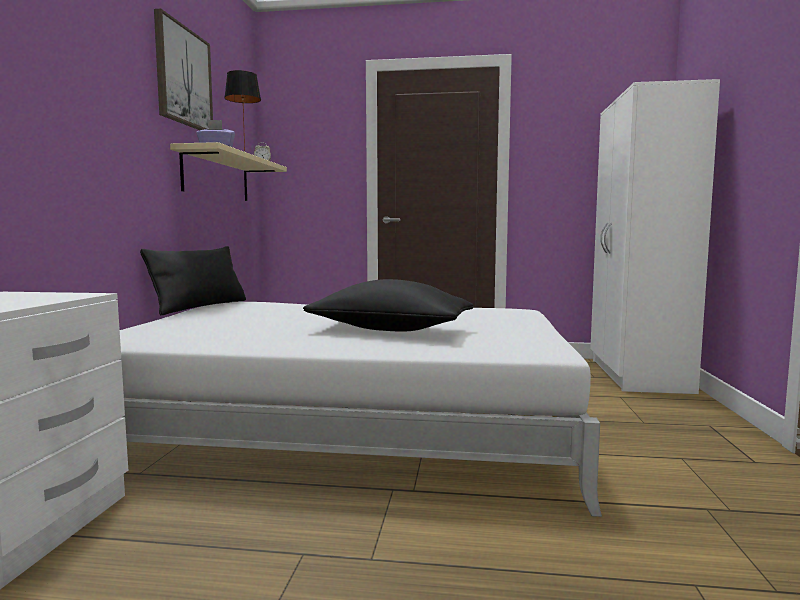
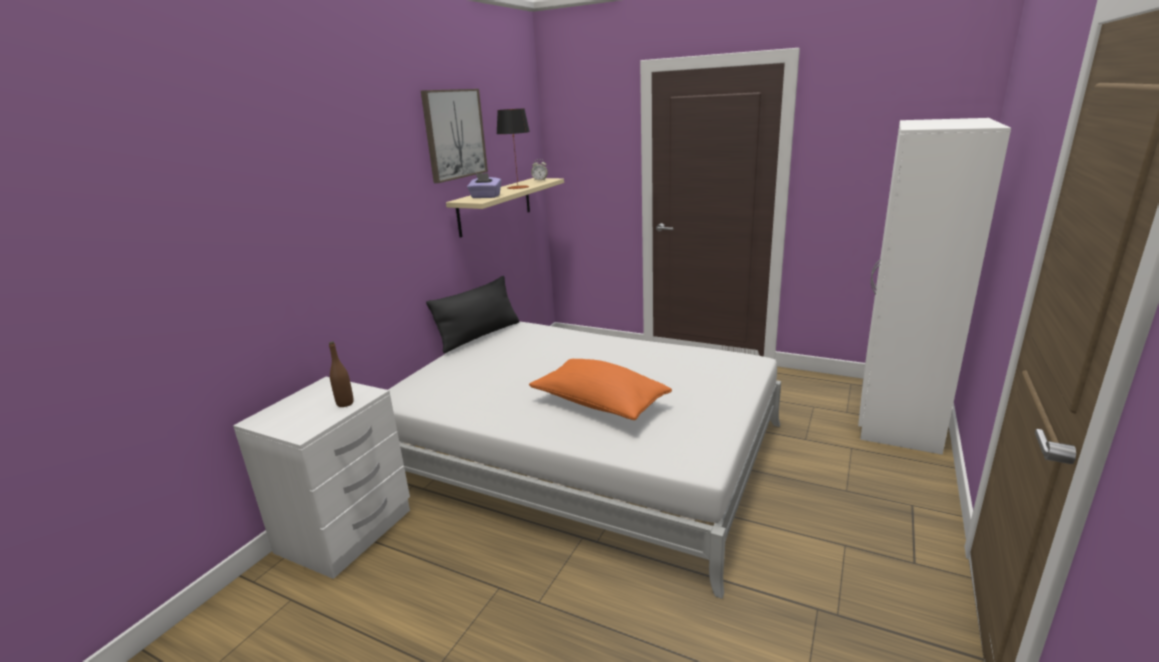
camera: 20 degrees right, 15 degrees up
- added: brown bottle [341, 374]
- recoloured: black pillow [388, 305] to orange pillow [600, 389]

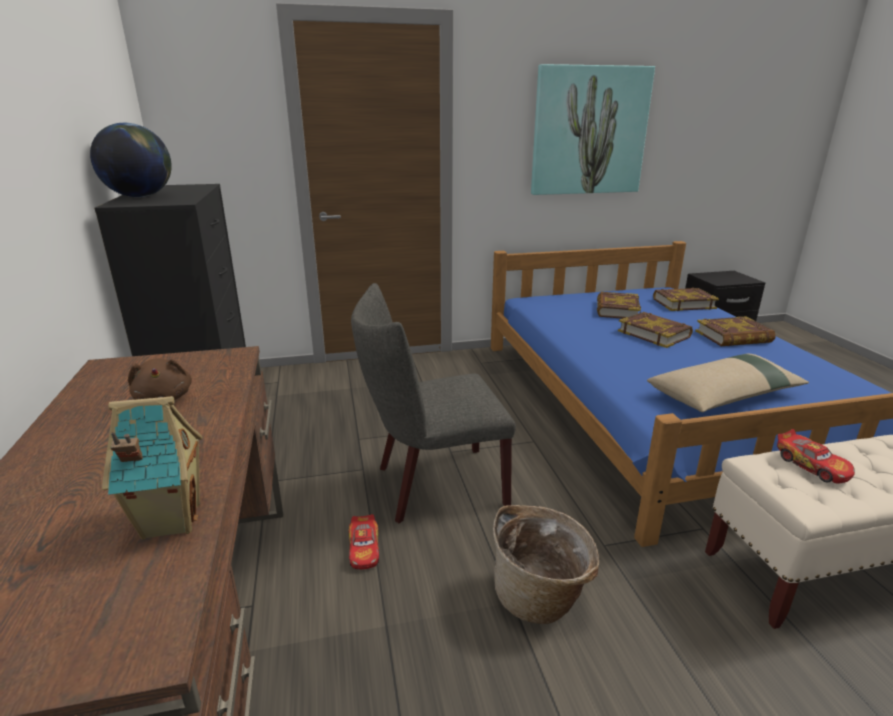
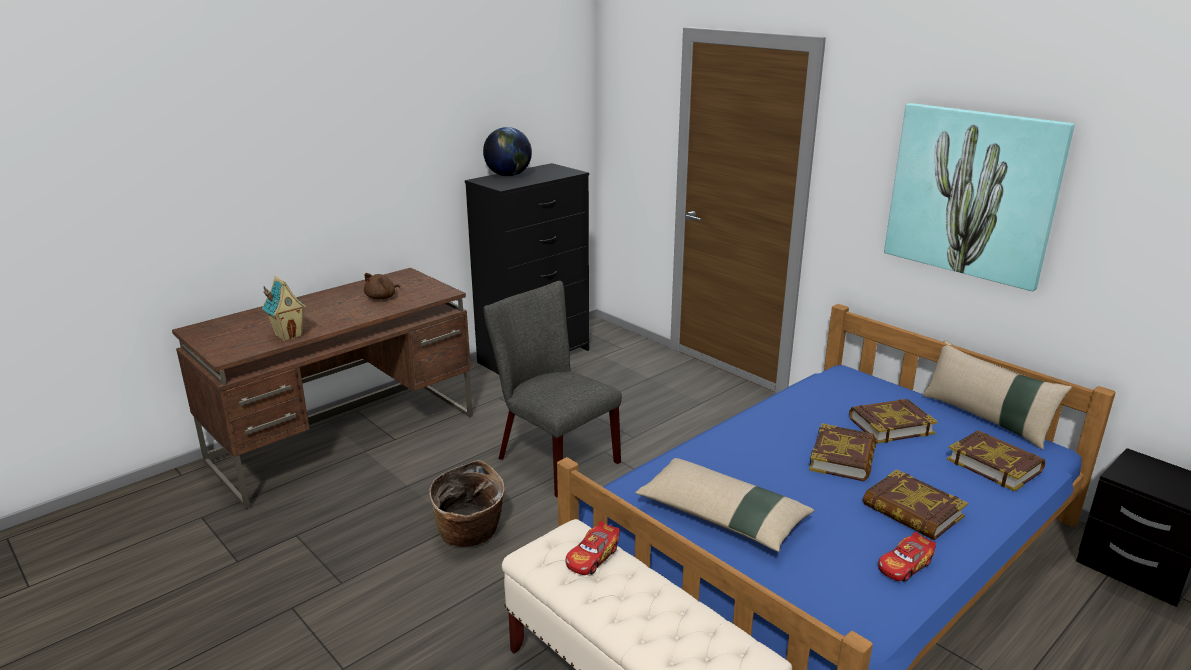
camera: 60 degrees right, 0 degrees up
- moved: toy car [363, 541] to [907, 557]
- added: beige pillow [997, 394]

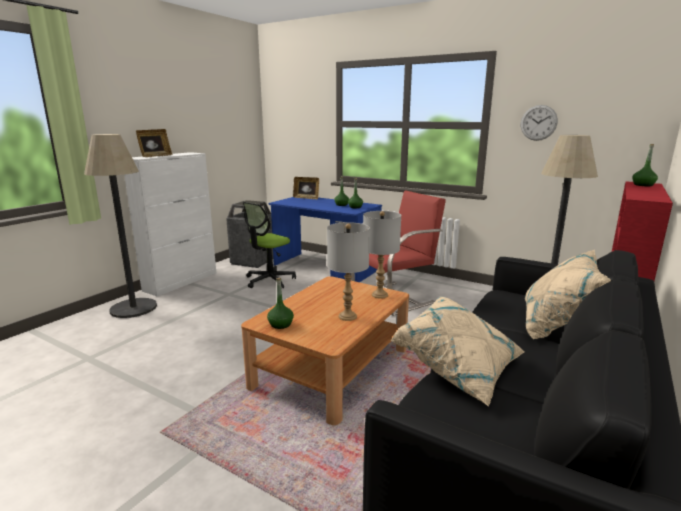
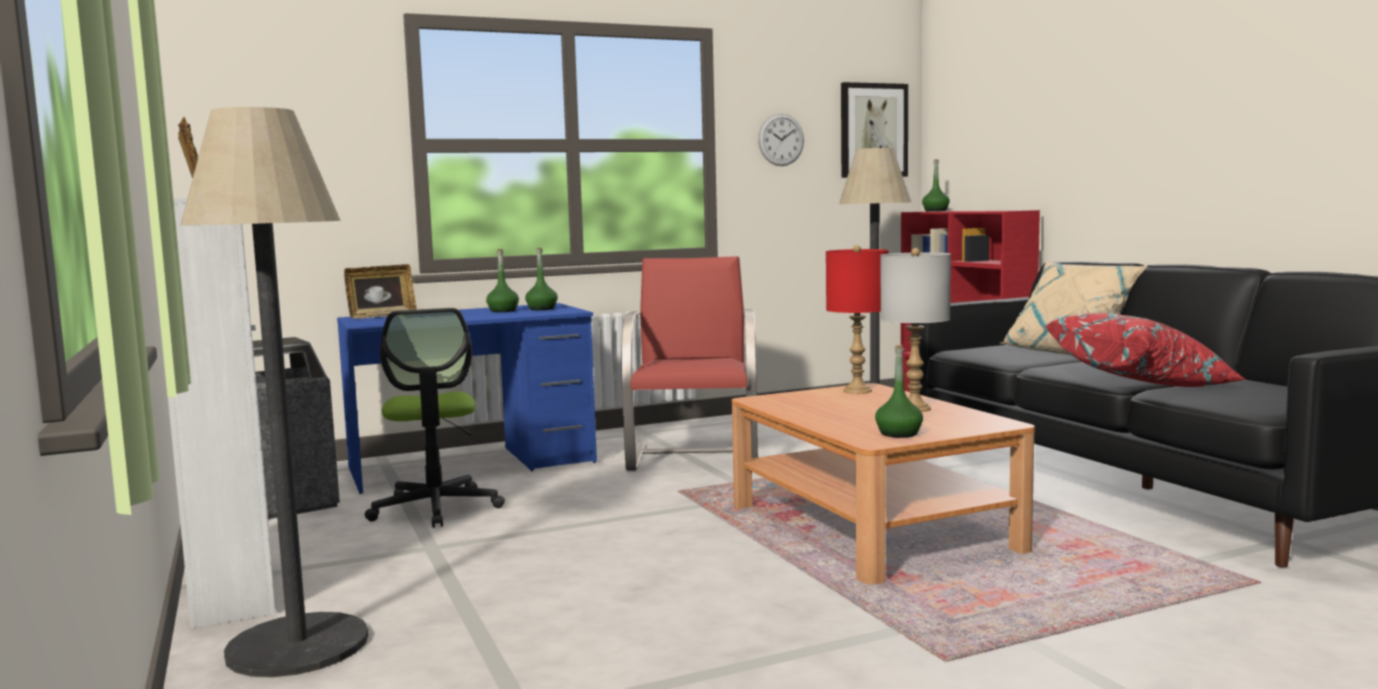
camera: 55 degrees left, 10 degrees down
- recoloured: grey table lamp [382, 255] to red table lamp [857, 319]
- added: picture [874, 130]
- recoloured: beige pillow [458, 351] to red pillow [1146, 350]

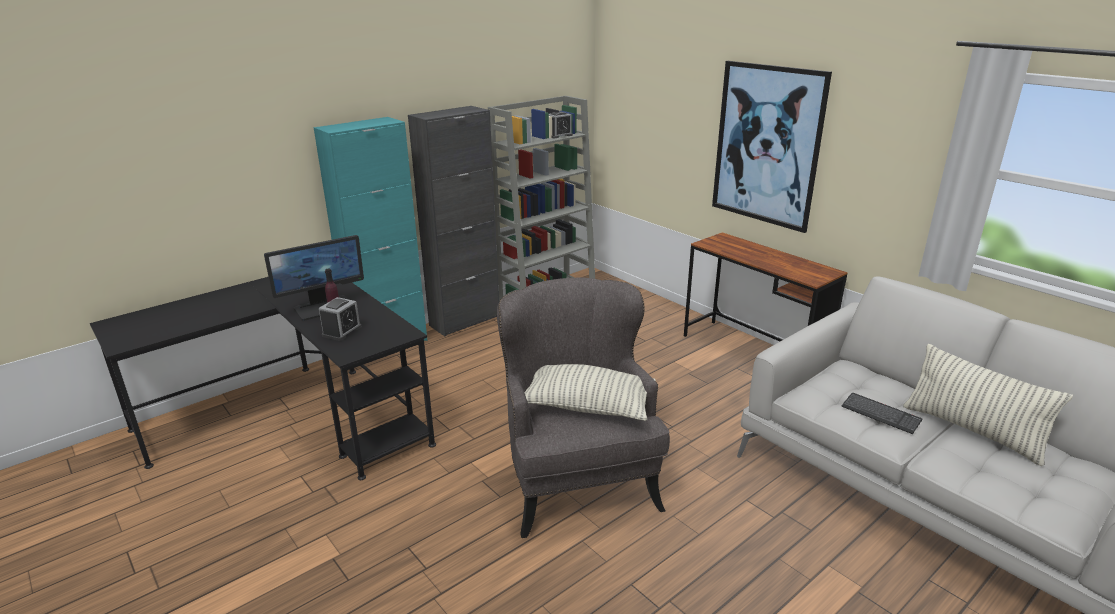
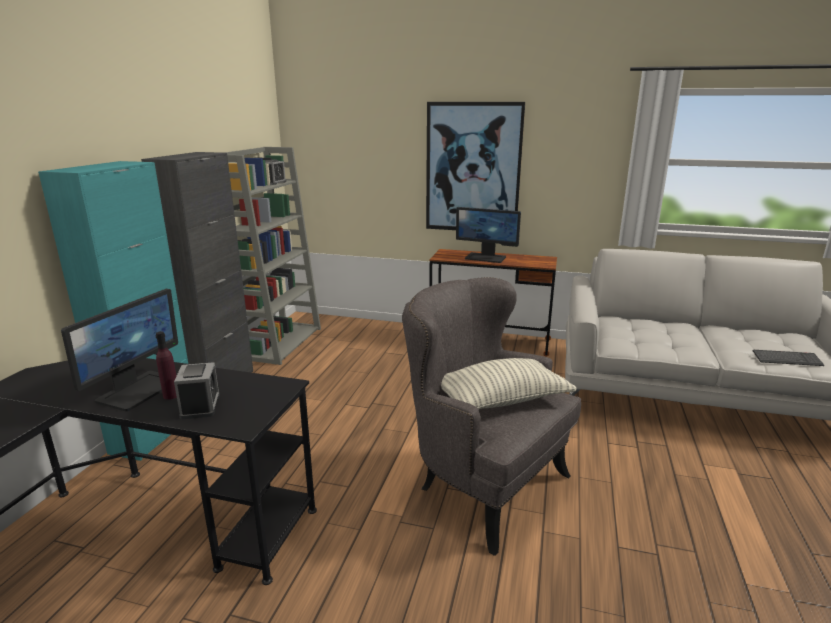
camera: 35 degrees left, 5 degrees down
- added: monitor [488, 235]
- moved: keyboard [882, 413] to [788, 358]
- removed: pillow [988, 405]

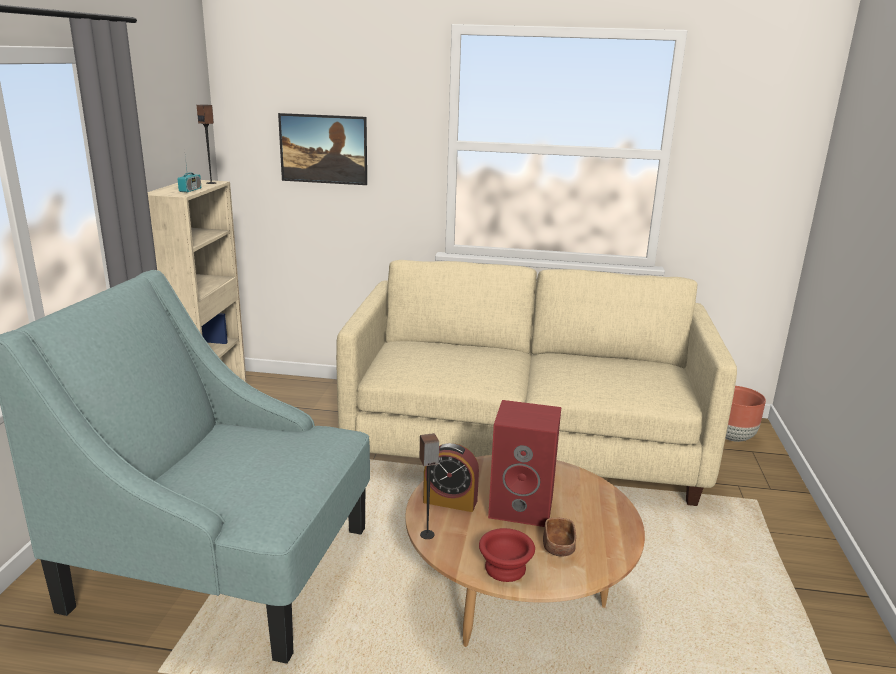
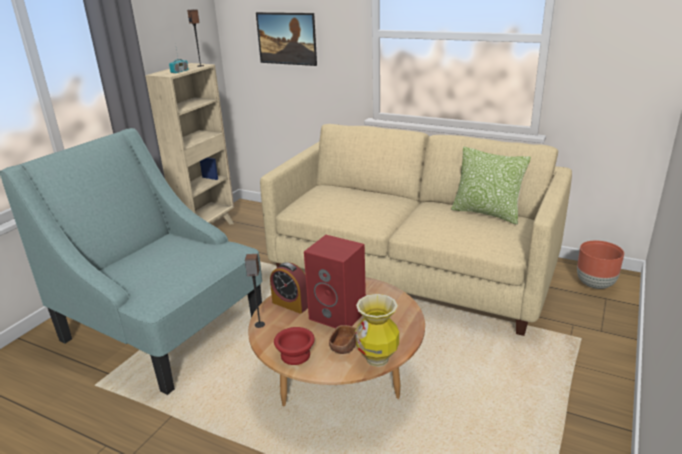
camera: 20 degrees right, 5 degrees up
- added: vase [377, 330]
- added: pillow [491, 185]

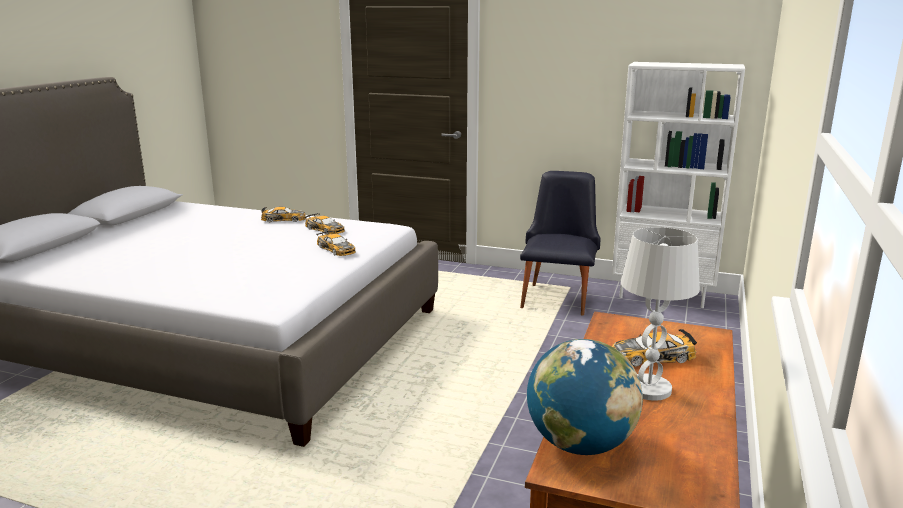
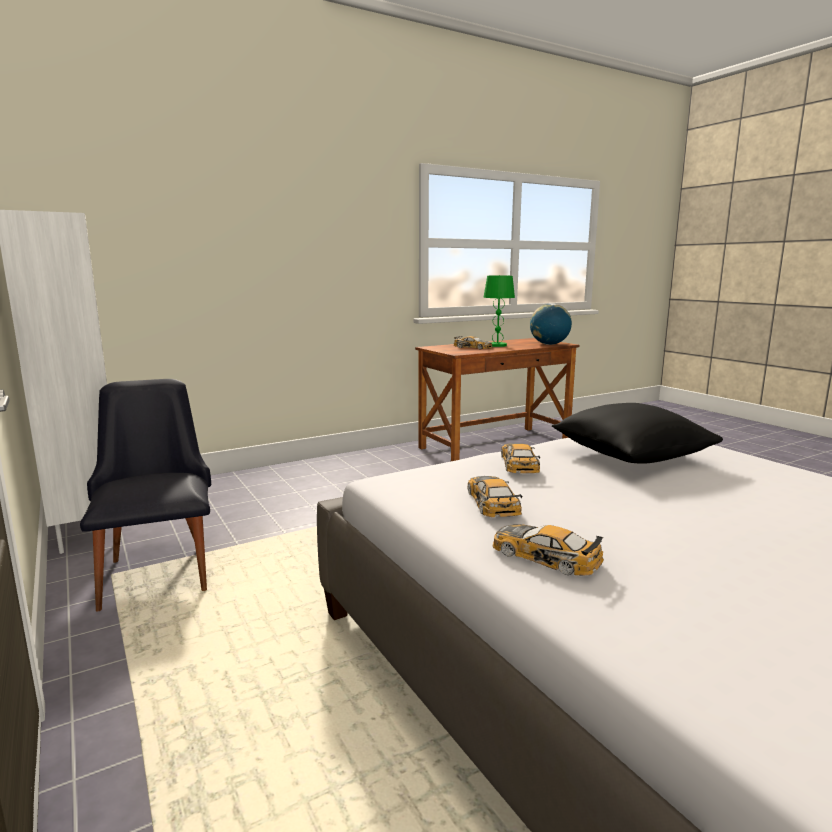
camera: 140 degrees left, 5 degrees down
- turned: black chair [560, 243] = [145, 495] 105 degrees clockwise
- recoloured: white table lamp [660, 314] to green table lamp [499, 311]
- added: black pillow [637, 433]

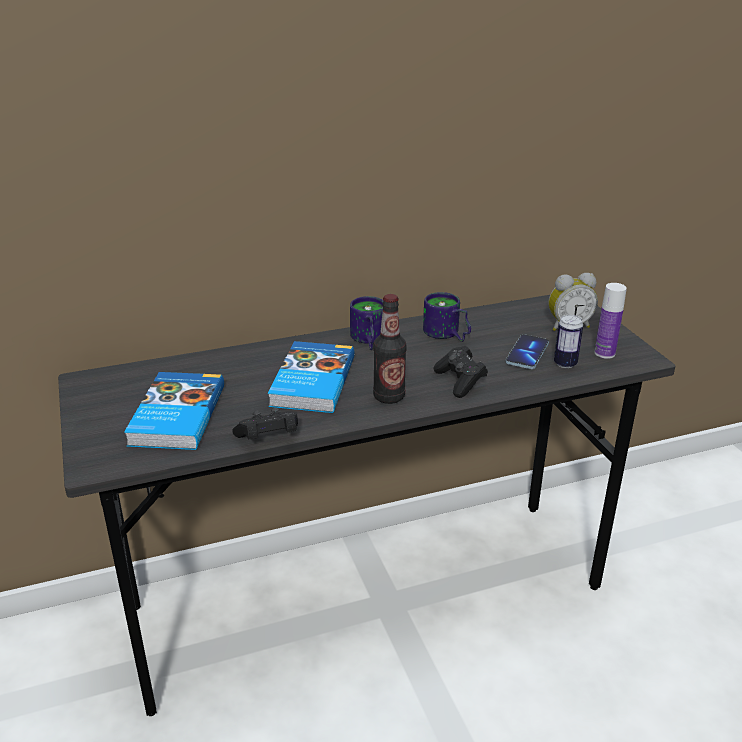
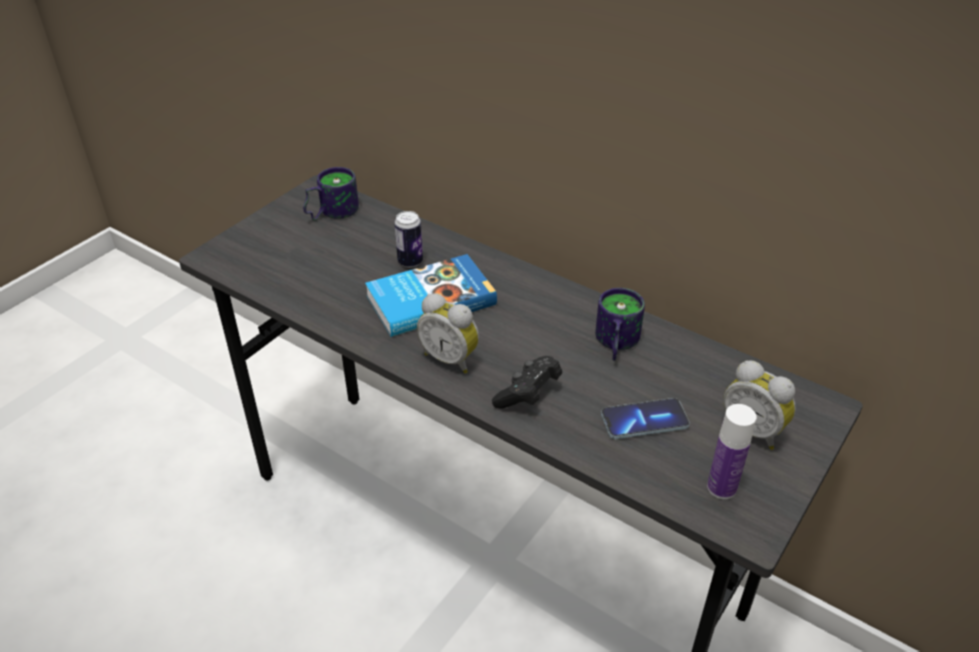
camera: 55 degrees right, 10 degrees up
- moved: mug [367, 323] to [331, 194]
- moved: can [568, 341] to [408, 239]
- replaced: bottle [390, 349] to alarm clock [448, 333]
- removed: book [174, 411]
- removed: black game controller [265, 423]

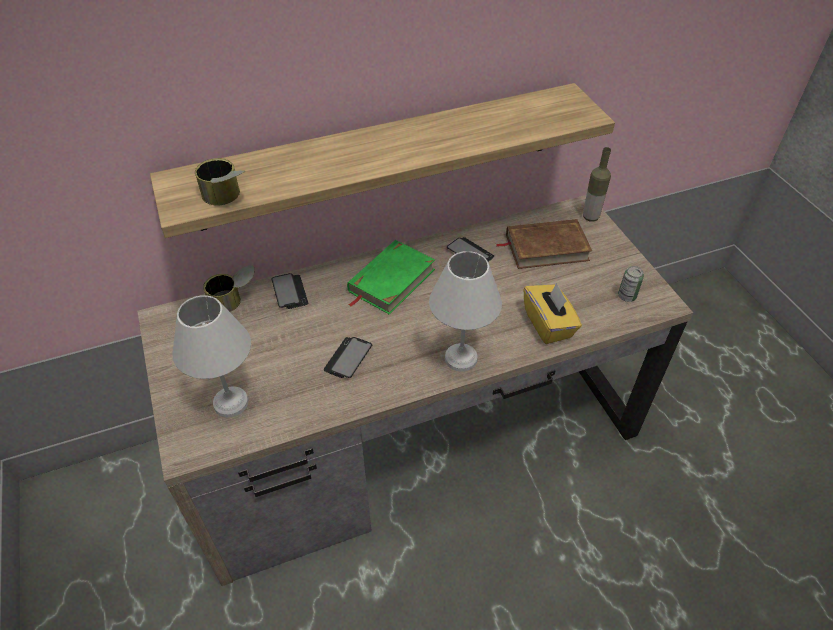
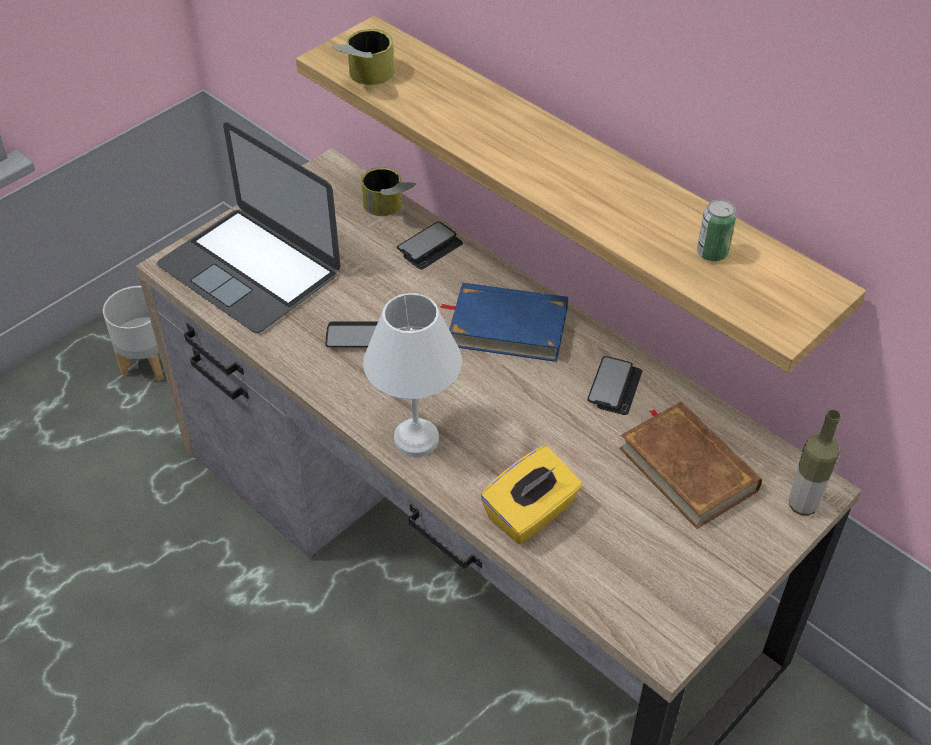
camera: 65 degrees right, 0 degrees up
- added: grey planter [133, 333]
- replaced: white table lamp [211, 356] to laptop [248, 227]
- recoloured: green book [391, 277] to blue book [504, 322]
- moved: can [631, 284] to [716, 230]

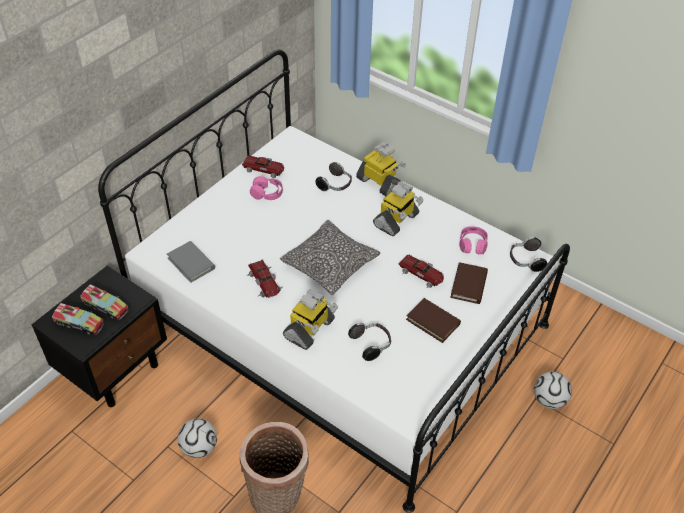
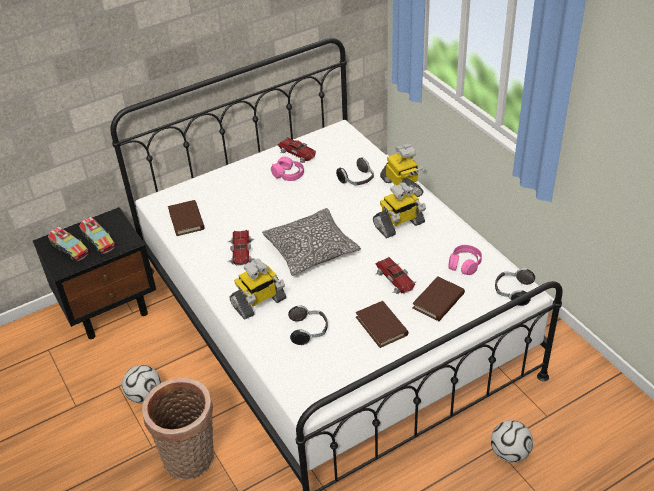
camera: 25 degrees right, 5 degrees down
- recoloured: grey book [191, 262] to brown book [186, 218]

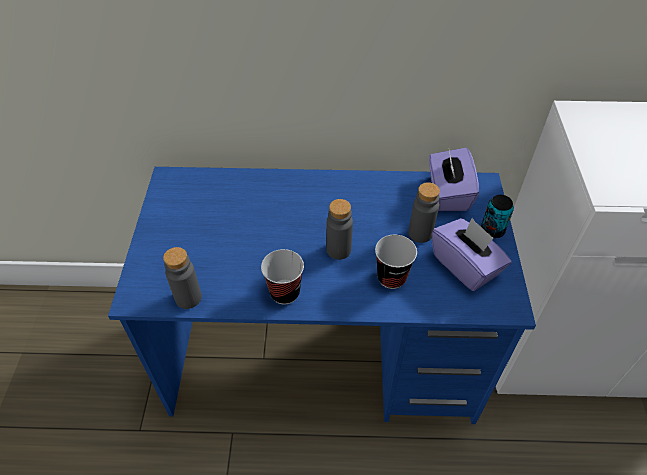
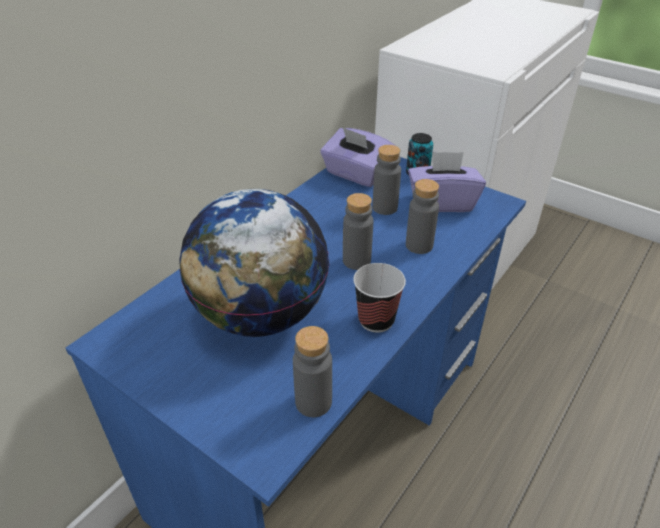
camera: 55 degrees left, 10 degrees down
- added: globe [254, 263]
- replaced: cup [396, 262] to grey bottle [422, 216]

